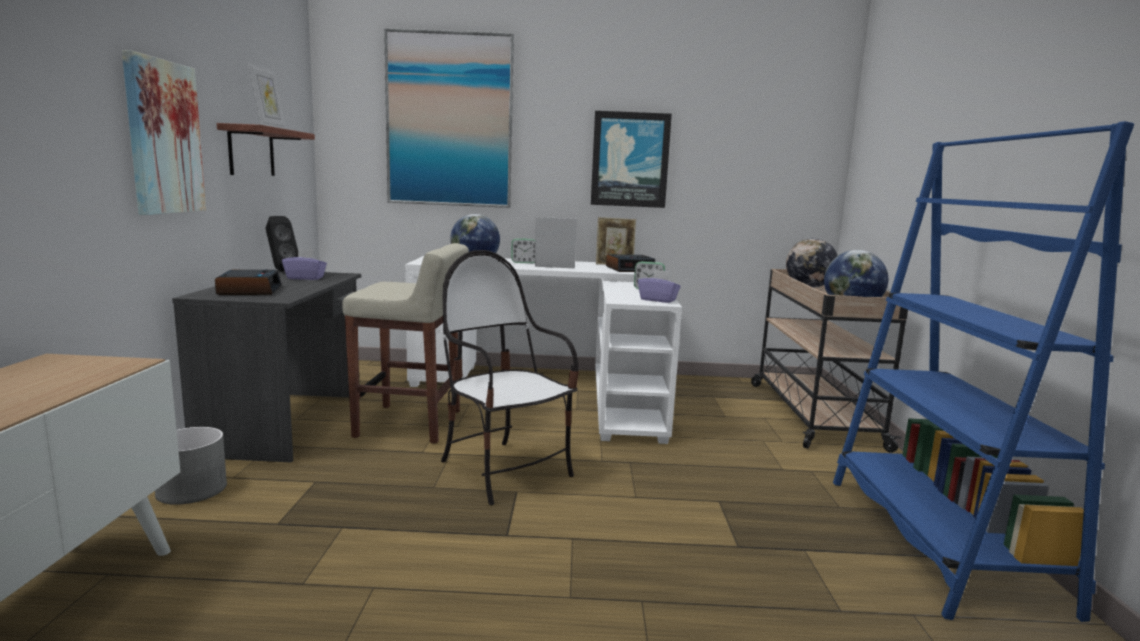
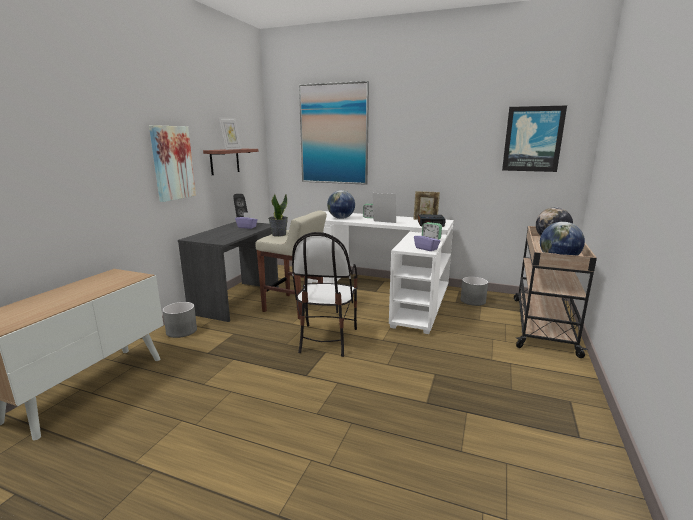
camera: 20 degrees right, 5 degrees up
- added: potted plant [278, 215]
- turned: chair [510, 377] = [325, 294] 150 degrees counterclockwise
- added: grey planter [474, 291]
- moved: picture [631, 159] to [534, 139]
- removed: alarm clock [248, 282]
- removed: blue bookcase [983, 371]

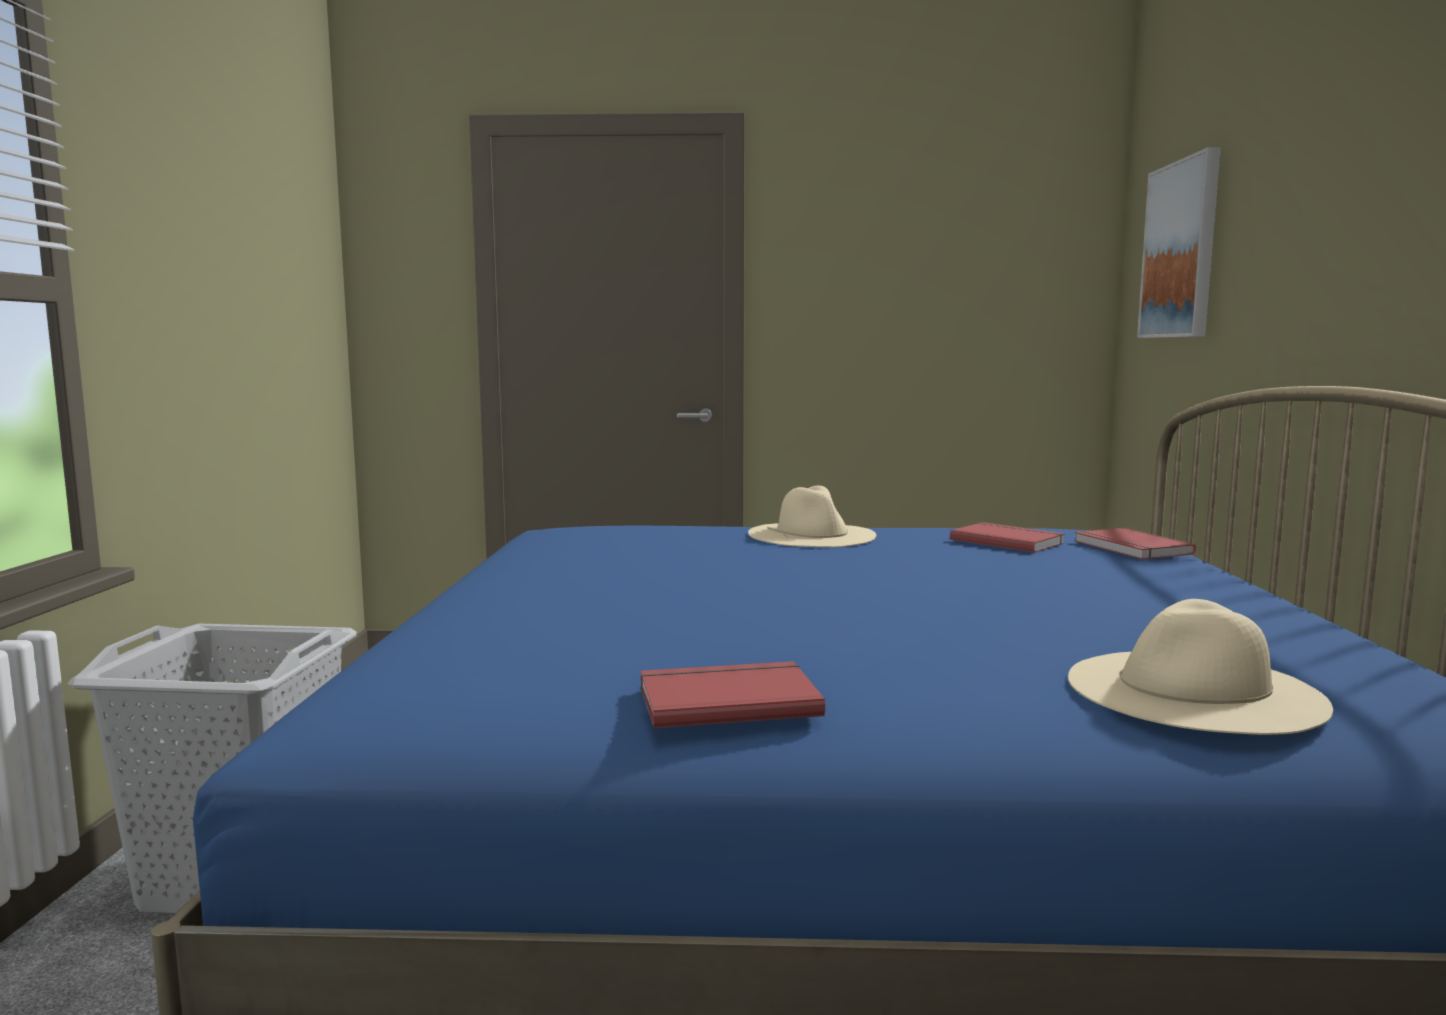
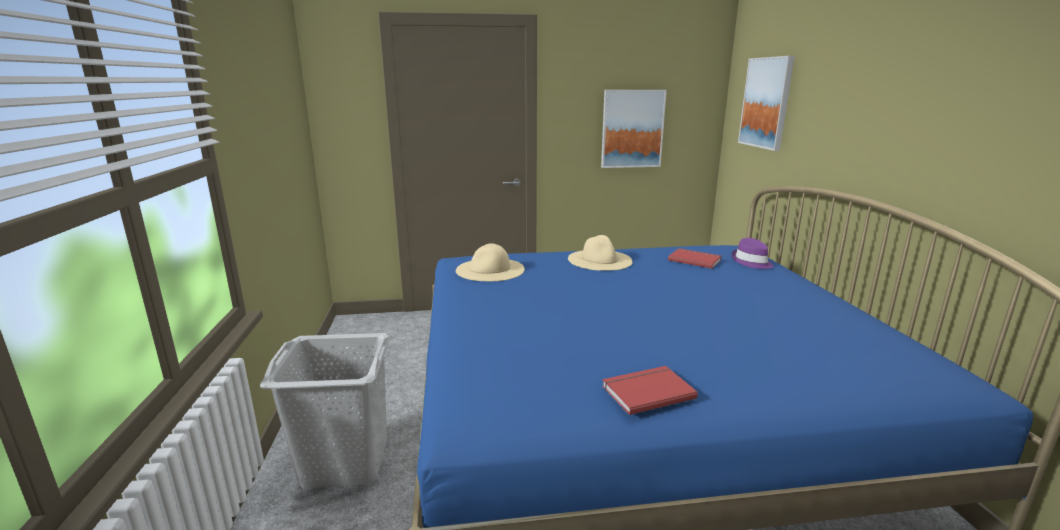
camera: 10 degrees left, 10 degrees up
- moved: beige hat [1200, 667] to [490, 262]
- added: picture [634, 129]
- replaced: red book [1135, 543] to purple hat [752, 253]

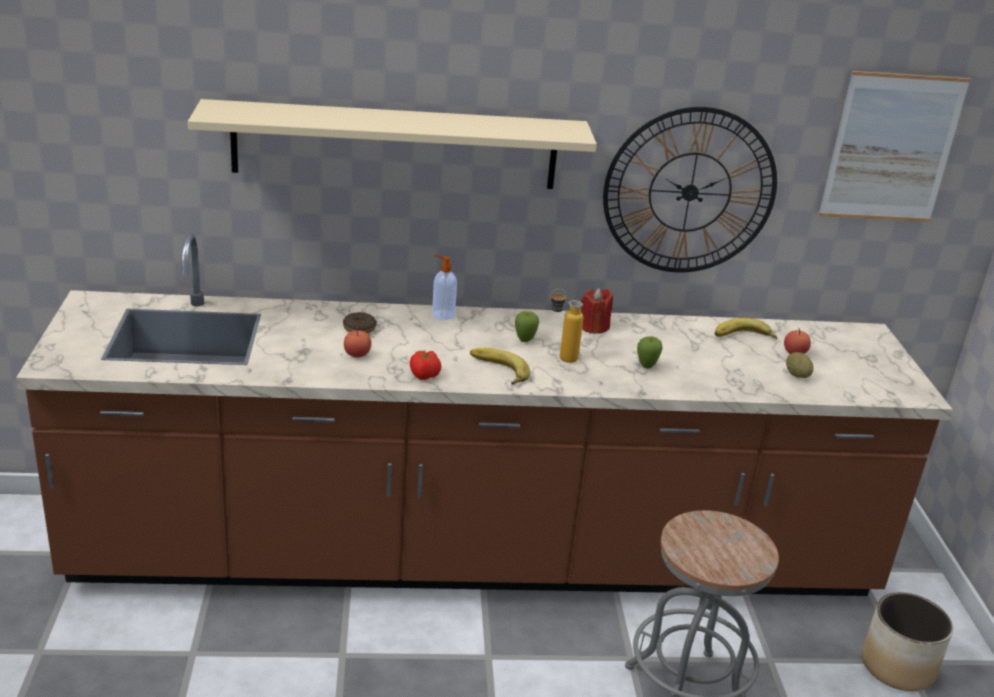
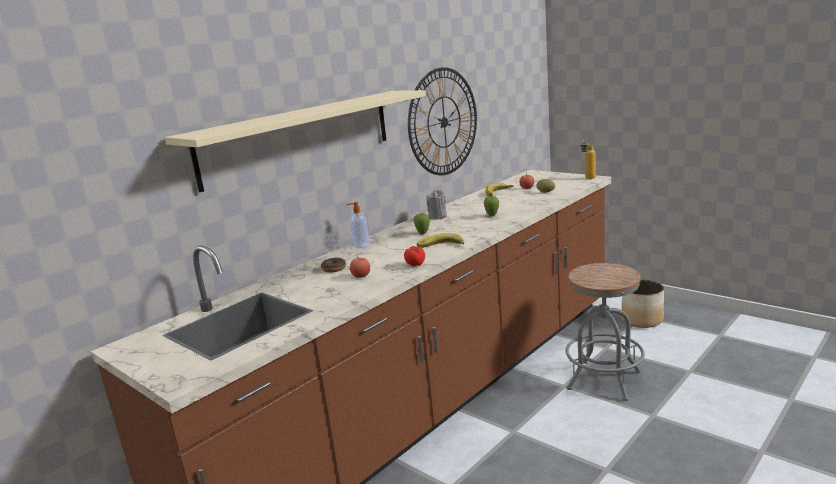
camera: 40 degrees left, 10 degrees down
- recoloured: red candle [597, 311] to grey candle [436, 205]
- moved: bottle [567, 326] to [588, 159]
- removed: picture [894, 146]

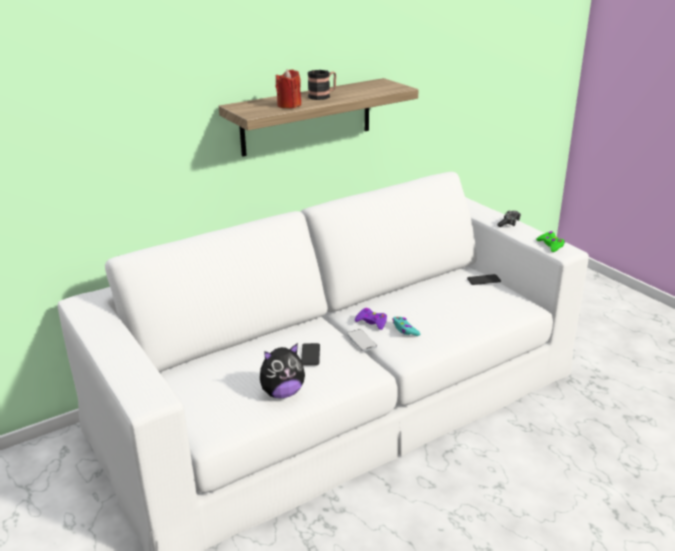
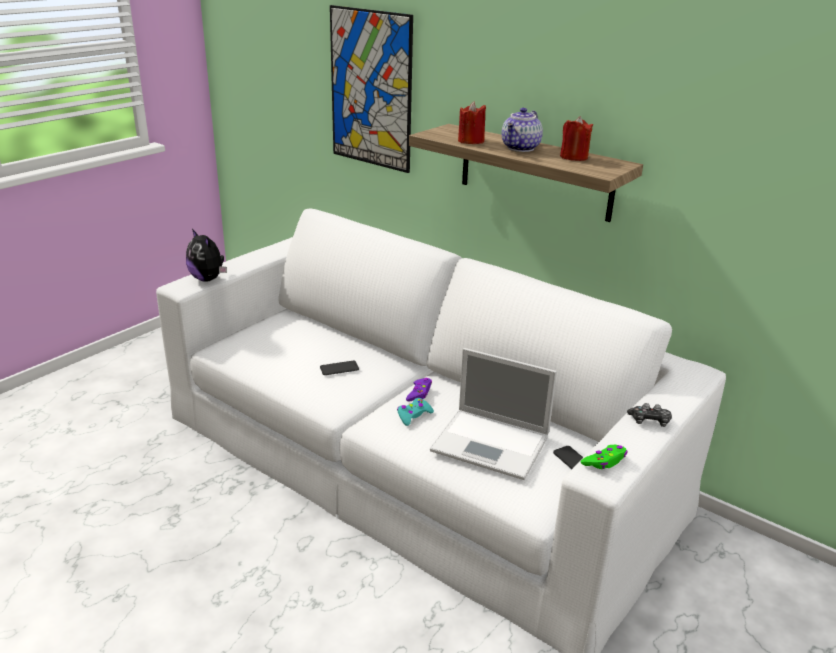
camera: 70 degrees right, 0 degrees up
- moved: plush toy [282, 370] to [206, 255]
- added: picture [371, 89]
- added: laptop [493, 414]
- replaced: mug [322, 85] to teapot [522, 130]
- added: red candle [576, 138]
- removed: phone [362, 340]

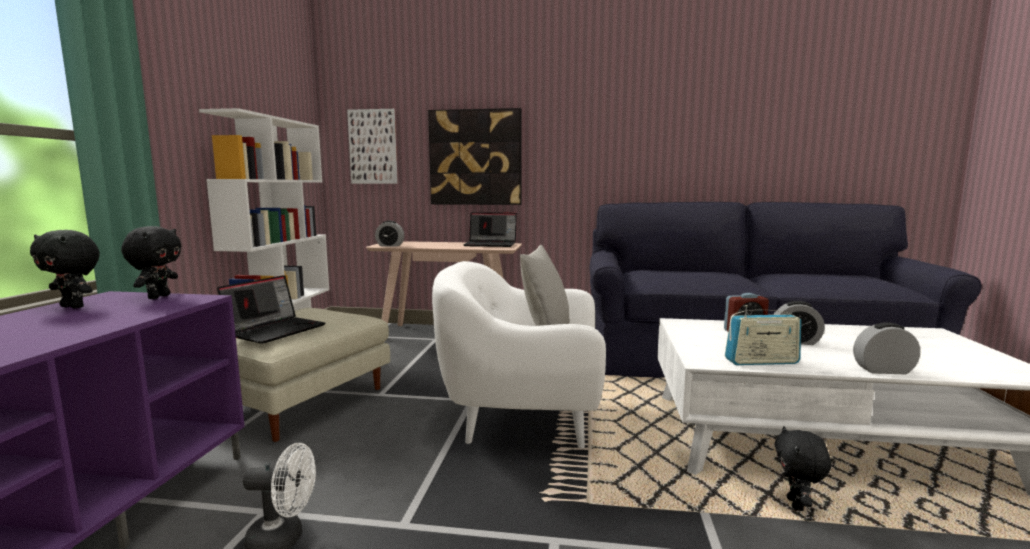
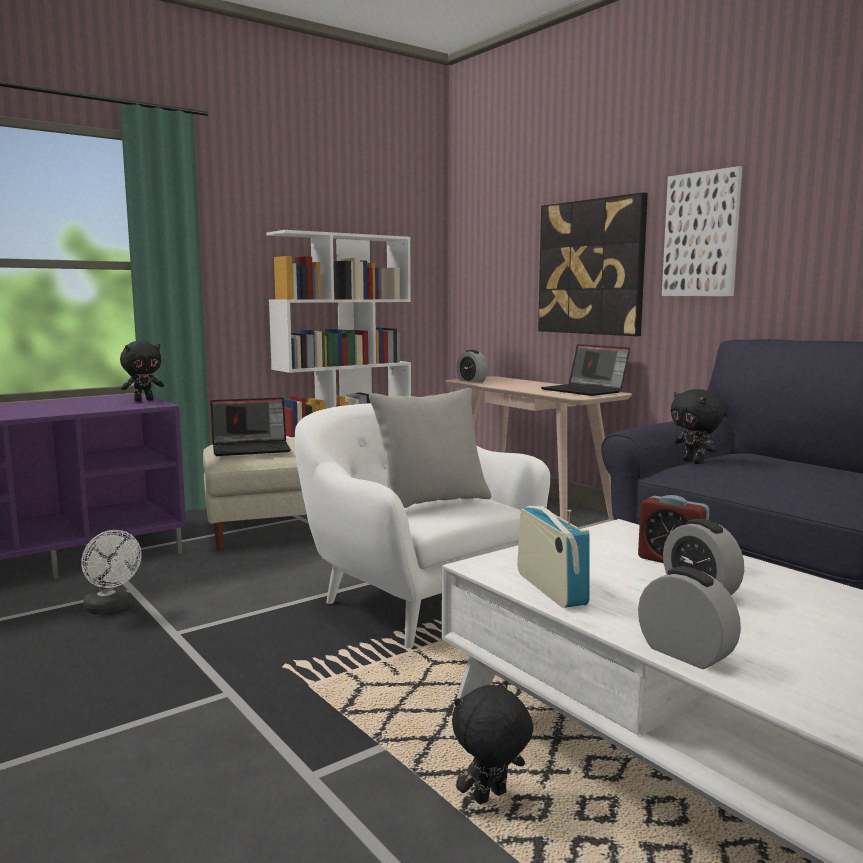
camera: 45 degrees right, 0 degrees up
- turned: radio [763, 335] = [553, 557] 150 degrees counterclockwise
- moved: picture [372, 146] to [702, 231]
- moved: black plush toy [65, 269] to [697, 426]

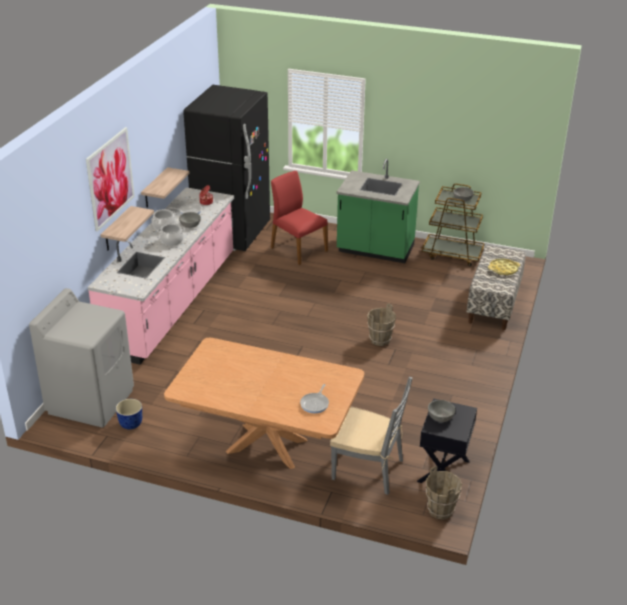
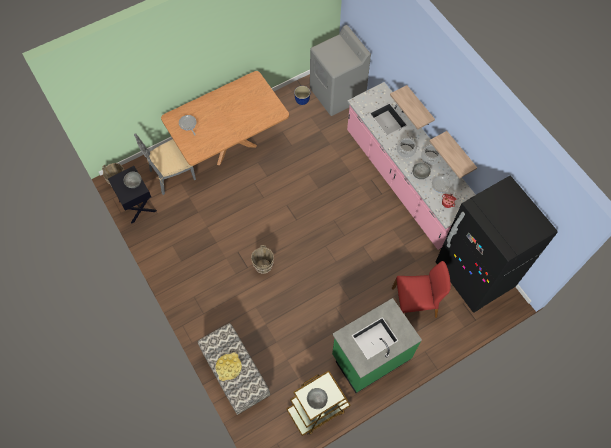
camera: 130 degrees right, 30 degrees up
- removed: picture [110, 179]

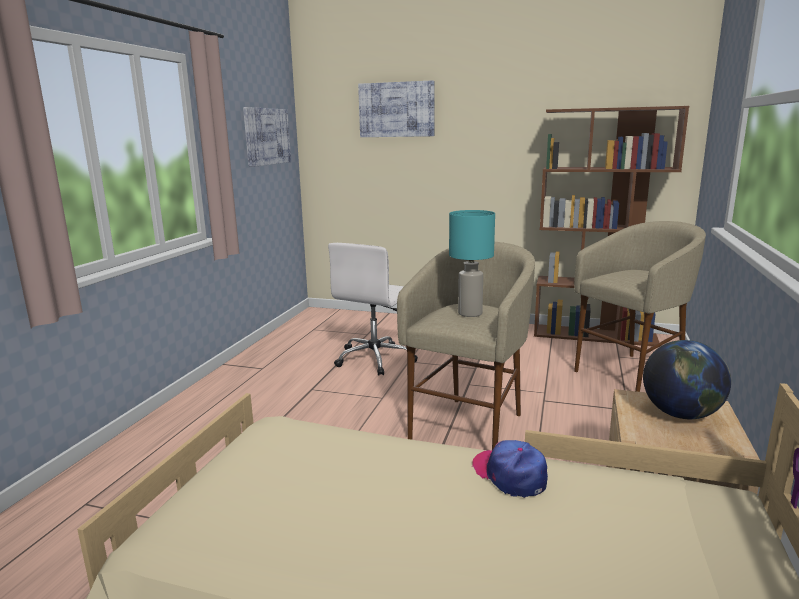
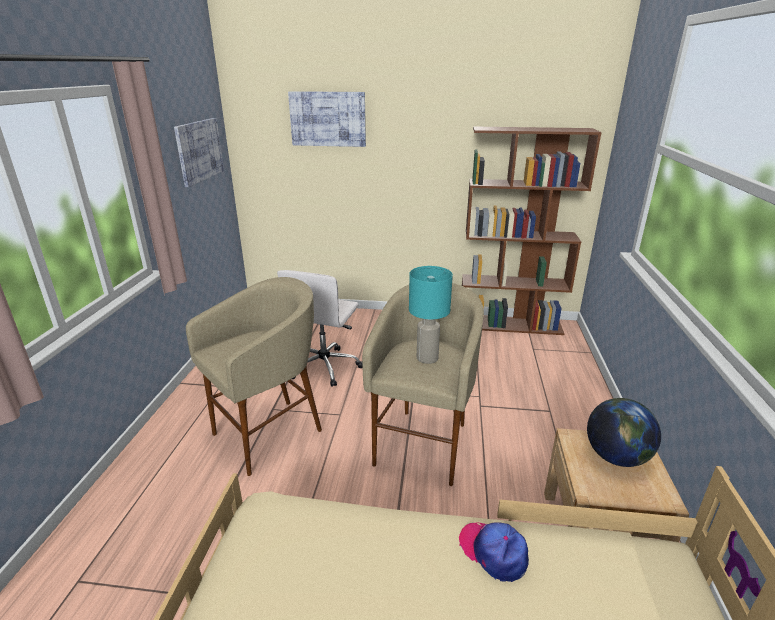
camera: 10 degrees left, 10 degrees up
- moved: beige stool [640, 306] to [254, 376]

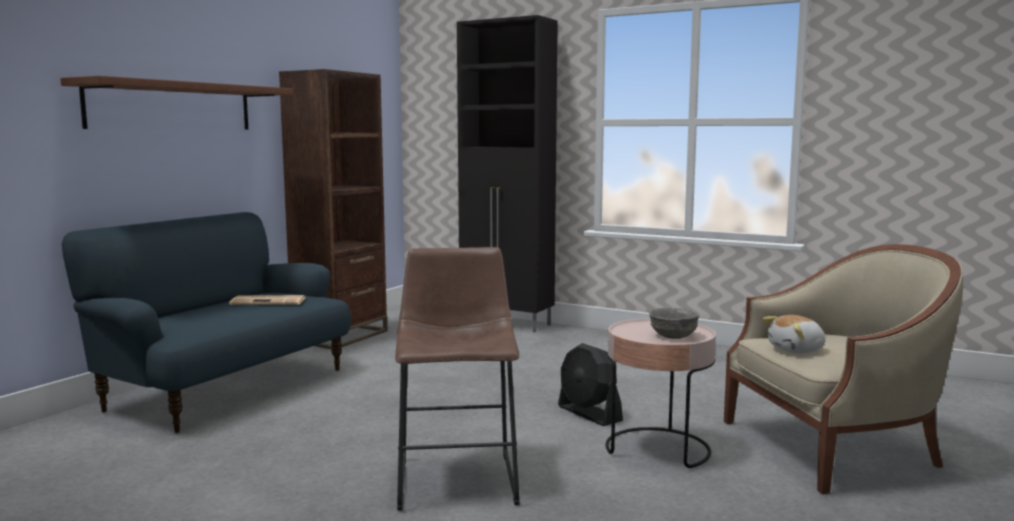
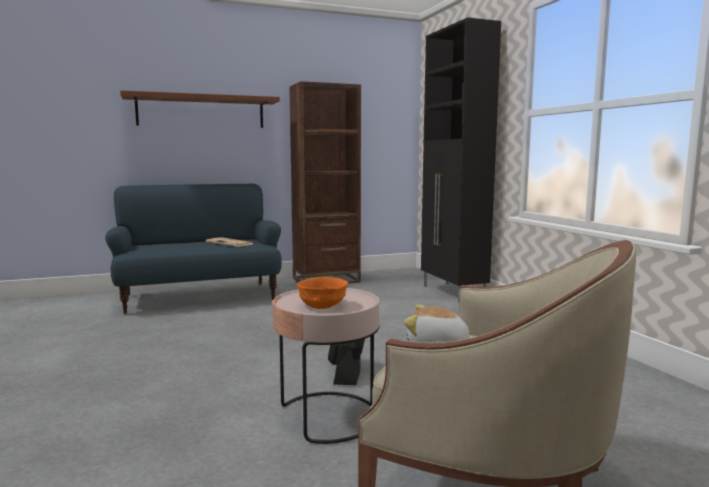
camera: 40 degrees right, 0 degrees up
- recoloured: grey bowl [674, 323] to orange bowl [322, 293]
- removed: brown stool [457, 379]

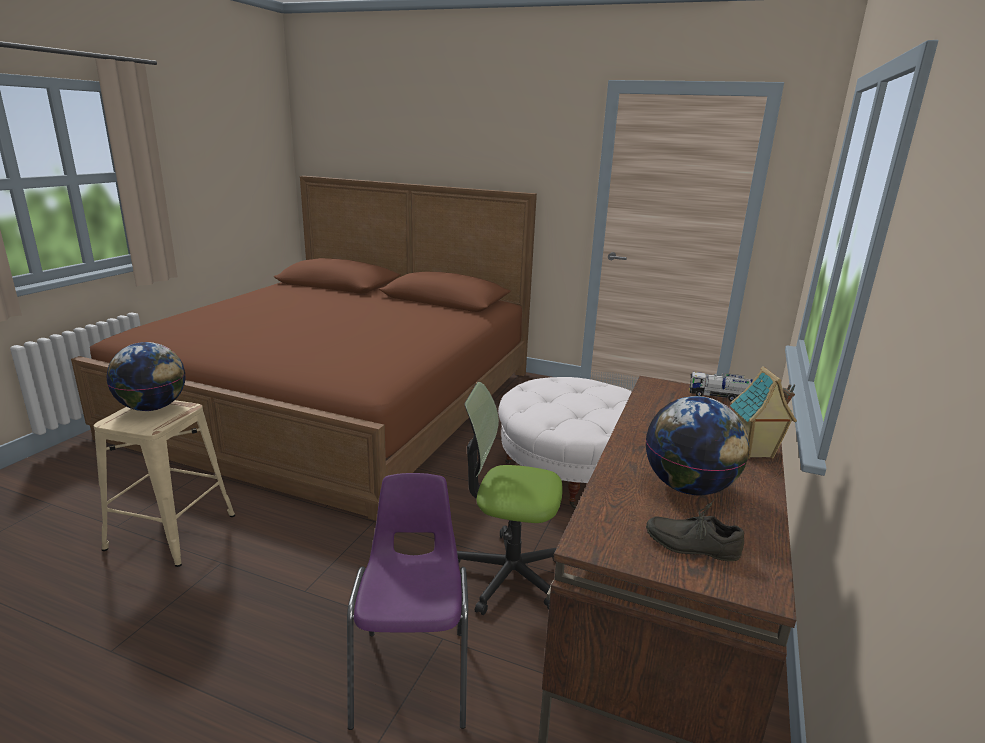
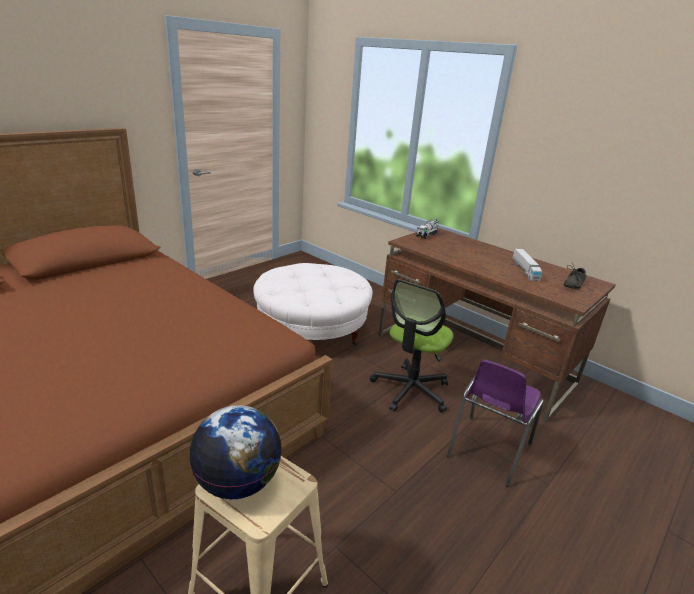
camera: 70 degrees left, 5 degrees up
- turned: purple chair [407, 601] = [495, 423] 75 degrees counterclockwise
- replaced: globe [697, 445] to toy truck [527, 264]
- removed: toy house [763, 412]

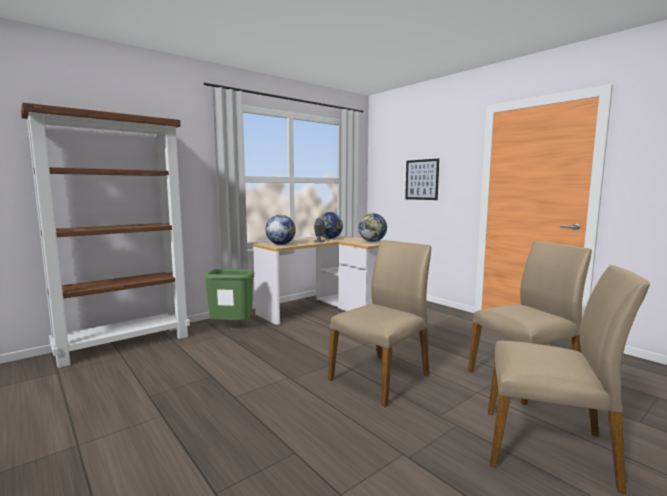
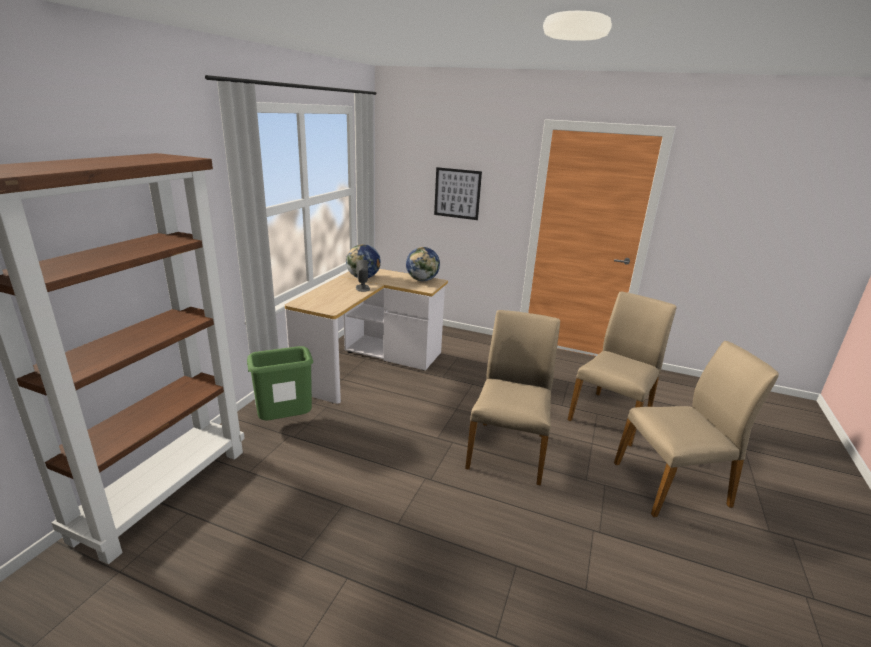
camera: 30 degrees left, 15 degrees up
- removed: globe [280, 230]

